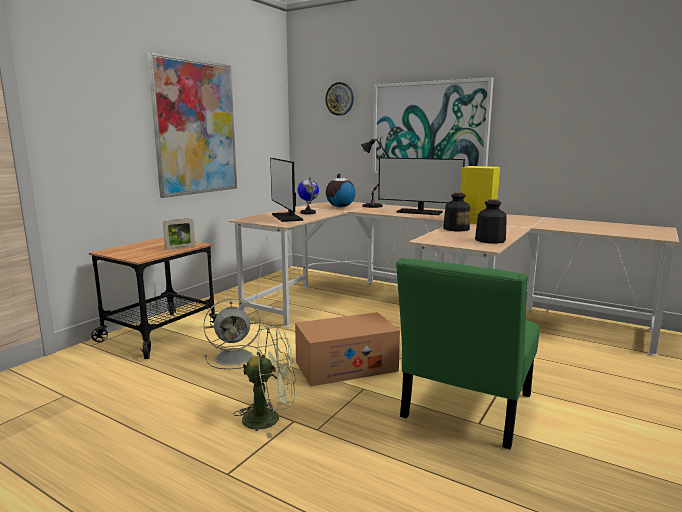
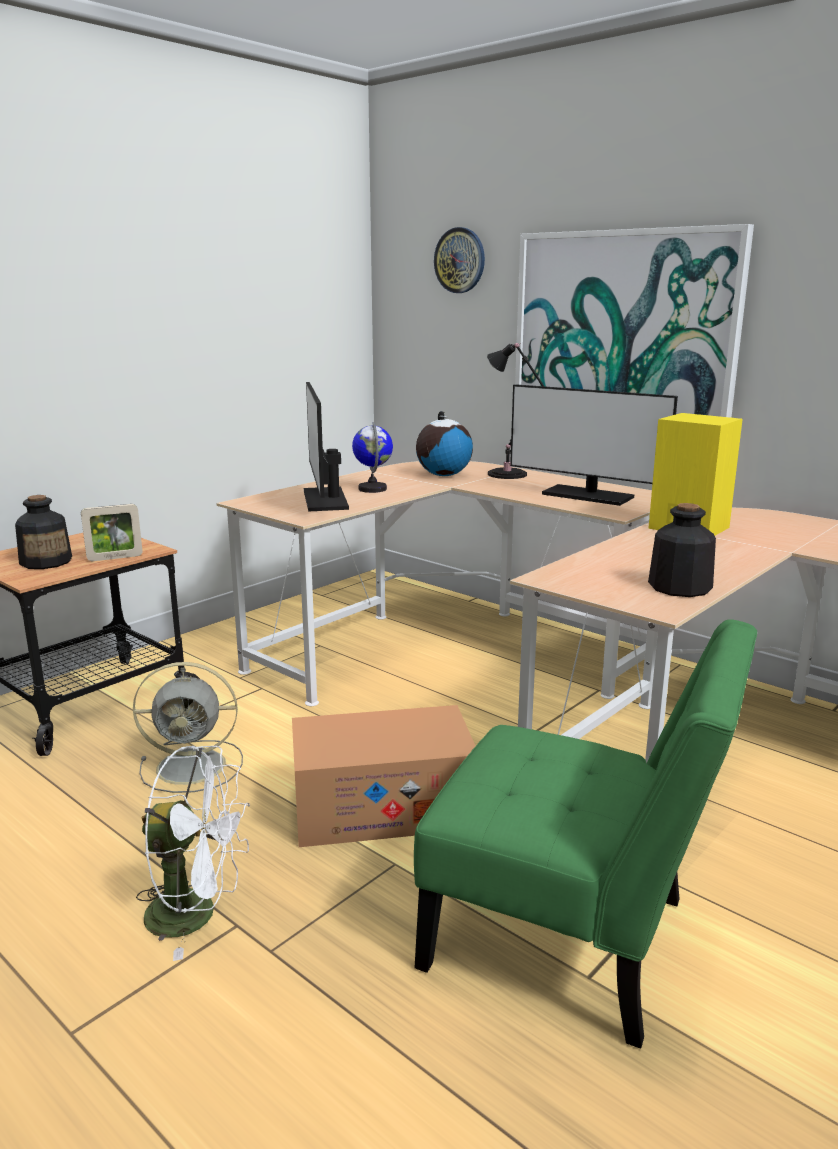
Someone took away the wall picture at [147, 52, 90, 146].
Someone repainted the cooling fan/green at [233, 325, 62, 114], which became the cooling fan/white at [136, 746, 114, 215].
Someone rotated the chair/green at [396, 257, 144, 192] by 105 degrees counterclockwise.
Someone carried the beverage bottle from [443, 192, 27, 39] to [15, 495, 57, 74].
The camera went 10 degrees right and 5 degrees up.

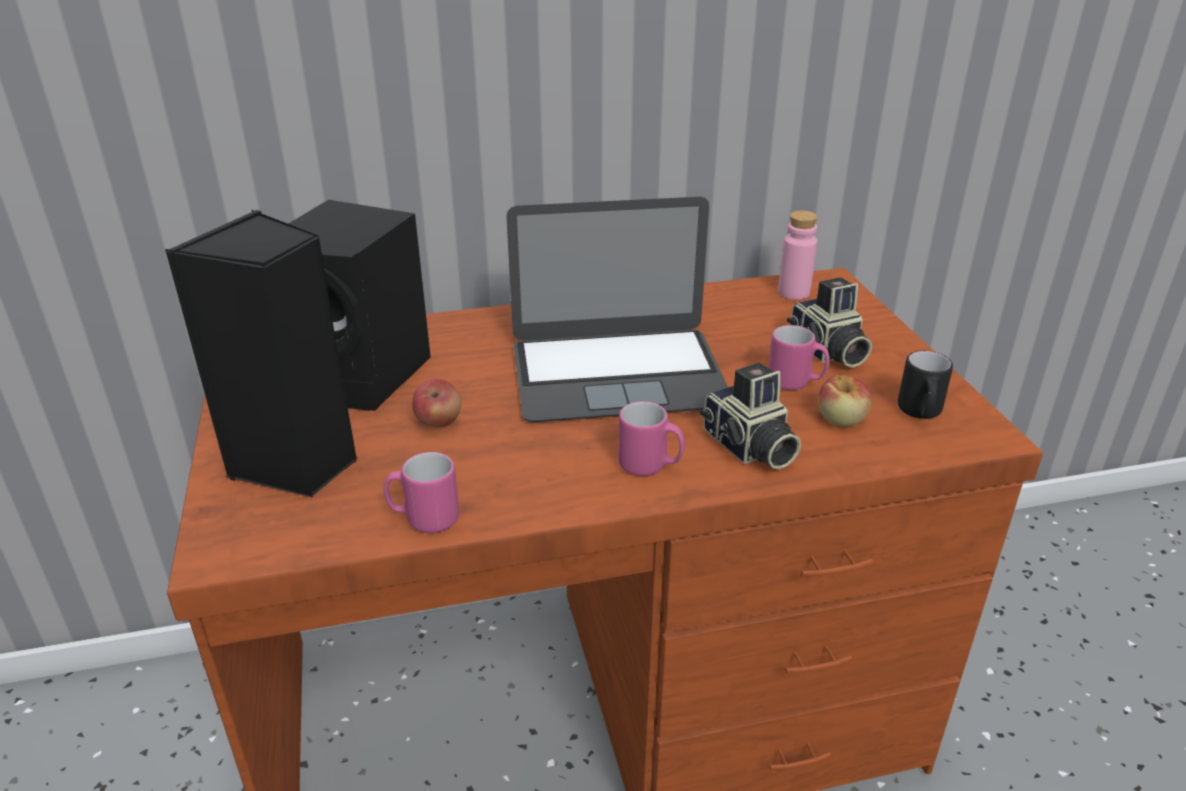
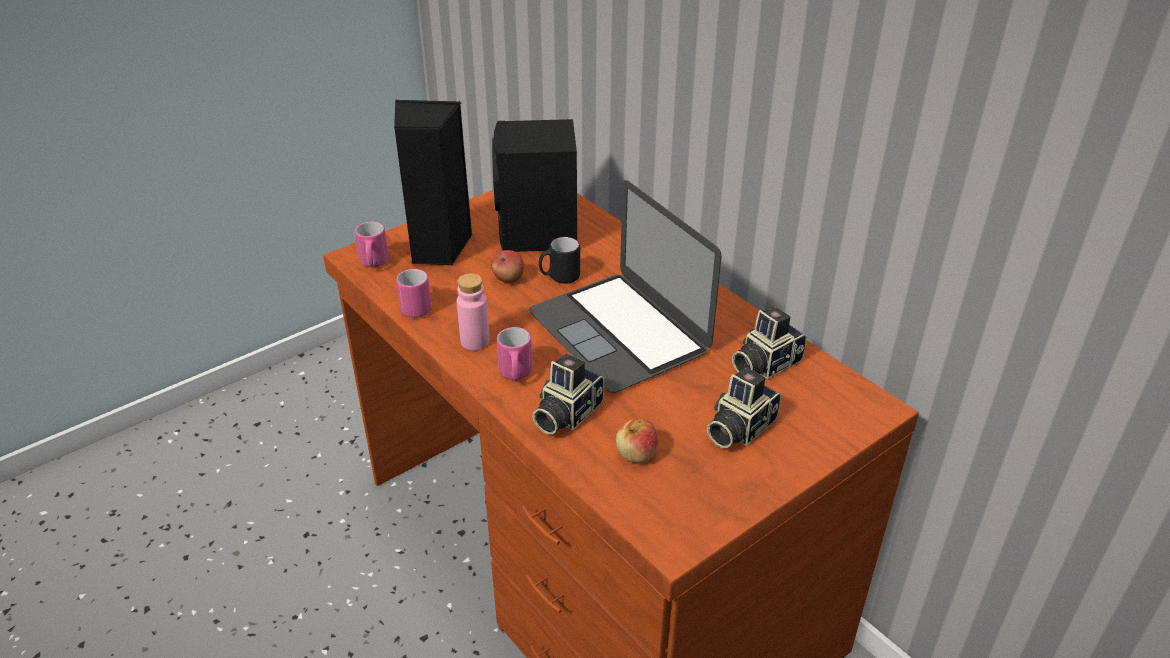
Someone carried the mug/pink-coloured from [768, 325, 62, 65] to [355, 222, 34, 45].
Someone carried the beverage bottle/pink-coloured from [778, 210, 40, 90] to [457, 273, 33, 77].
Someone carried the mug/blackish from [898, 350, 55, 69] to [539, 237, 41, 47].
Someone put down the photo camera at [732, 306, 75, 73].
The camera went 65 degrees right and 5 degrees up.

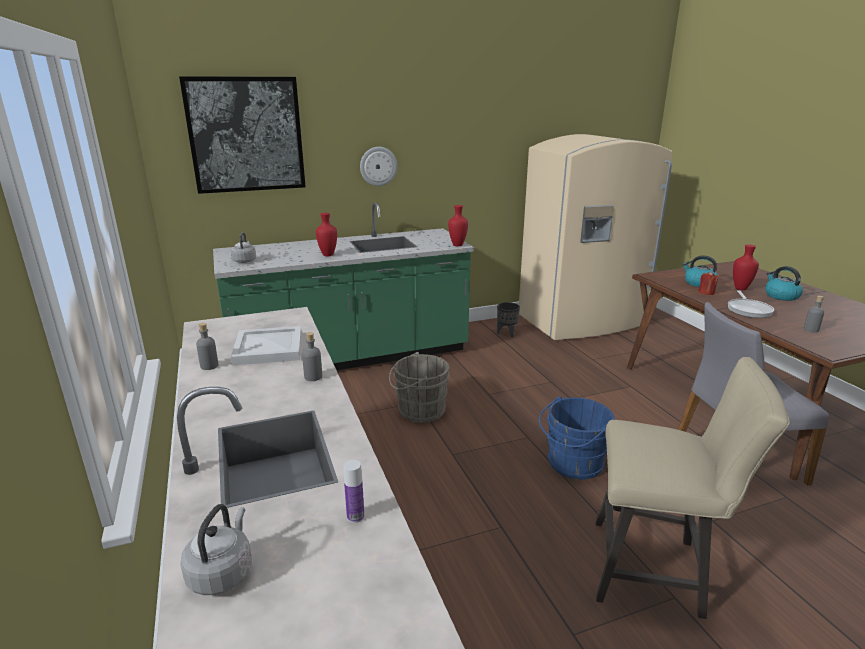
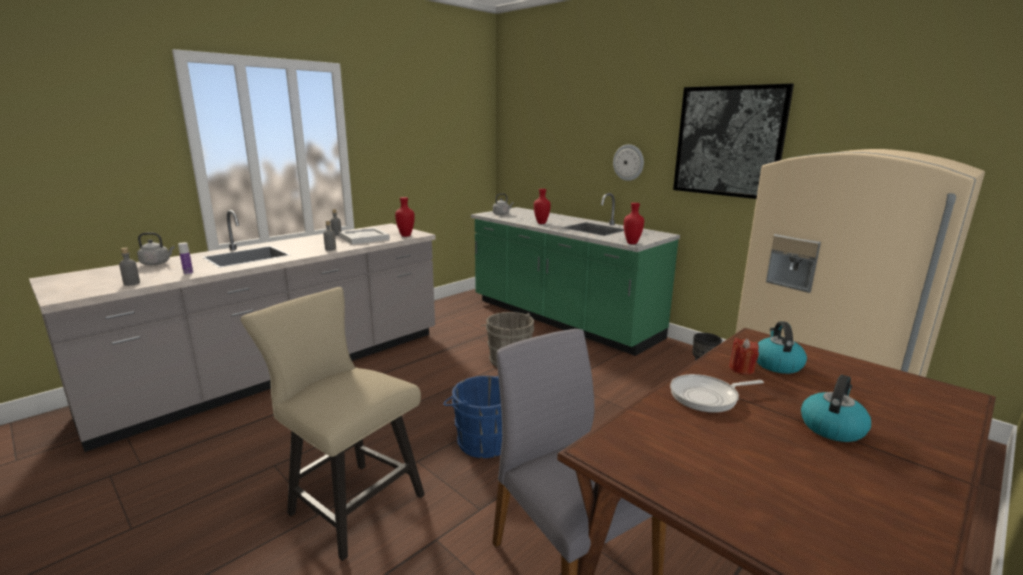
Someone carried the wall picture from [179, 76, 127, 118] to [673, 83, 121, 116].
Someone rotated the chair/sand-coloured at [596, 357, 194, 262] by 135 degrees clockwise.
Someone carried the vase/red from [733, 244, 26, 46] to [395, 197, 20, 40].
Someone carried the beverage bottle/greyish from [804, 296, 20, 37] to [119, 248, 21, 38].
The camera went 65 degrees right and 5 degrees down.

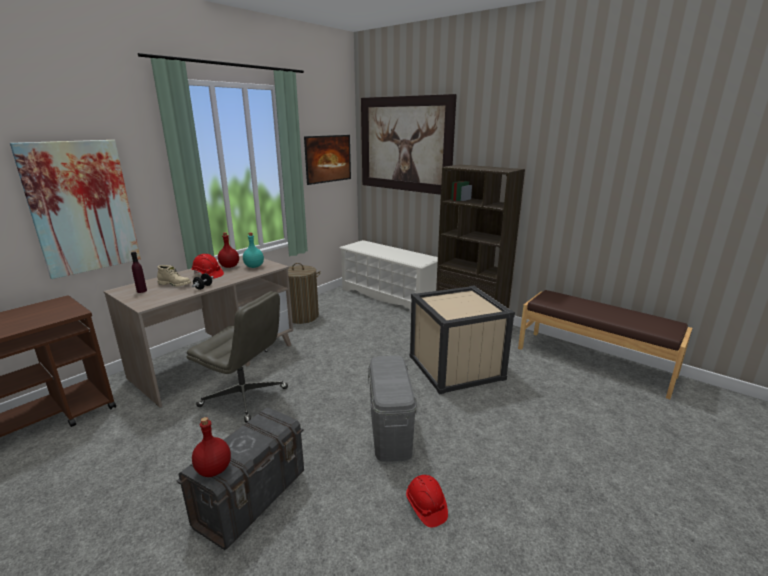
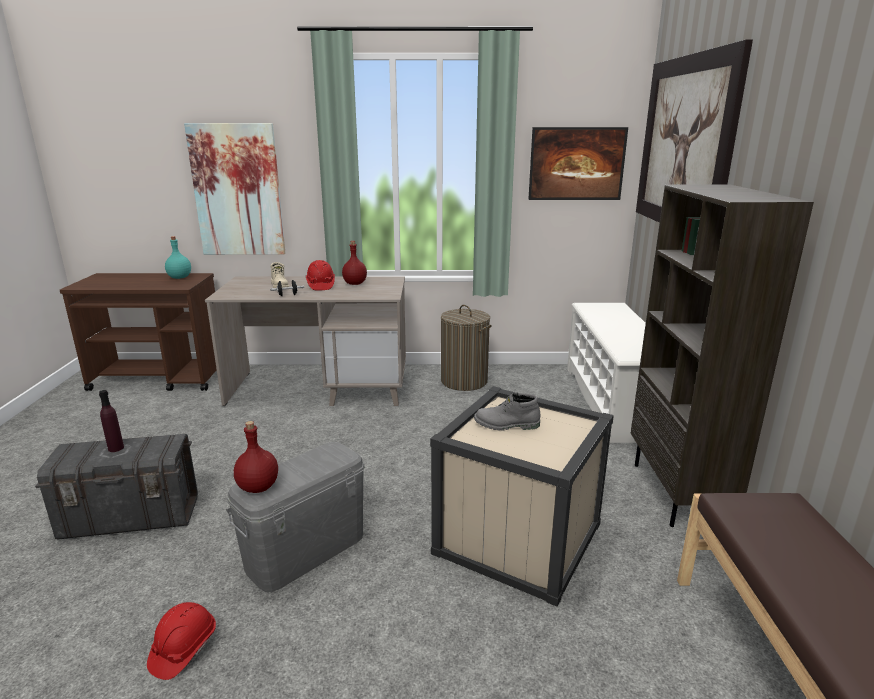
Someone carried the beverage bottle/purple-coloured from [131, 252, 16, 41] to [99, 390, 25, 62].
Someone took away the desk chair/greyish at [186, 291, 102, 131].
Someone carried the beverage bottle/red from [192, 417, 39, 60] to [234, 421, 44, 72].
Someone carried the beverage bottle/turquoise-coloured from [243, 233, 21, 35] to [165, 236, 26, 43].
Someone put down the boot/greyish at [474, 392, 66, 39].
The camera went 50 degrees right and 0 degrees up.

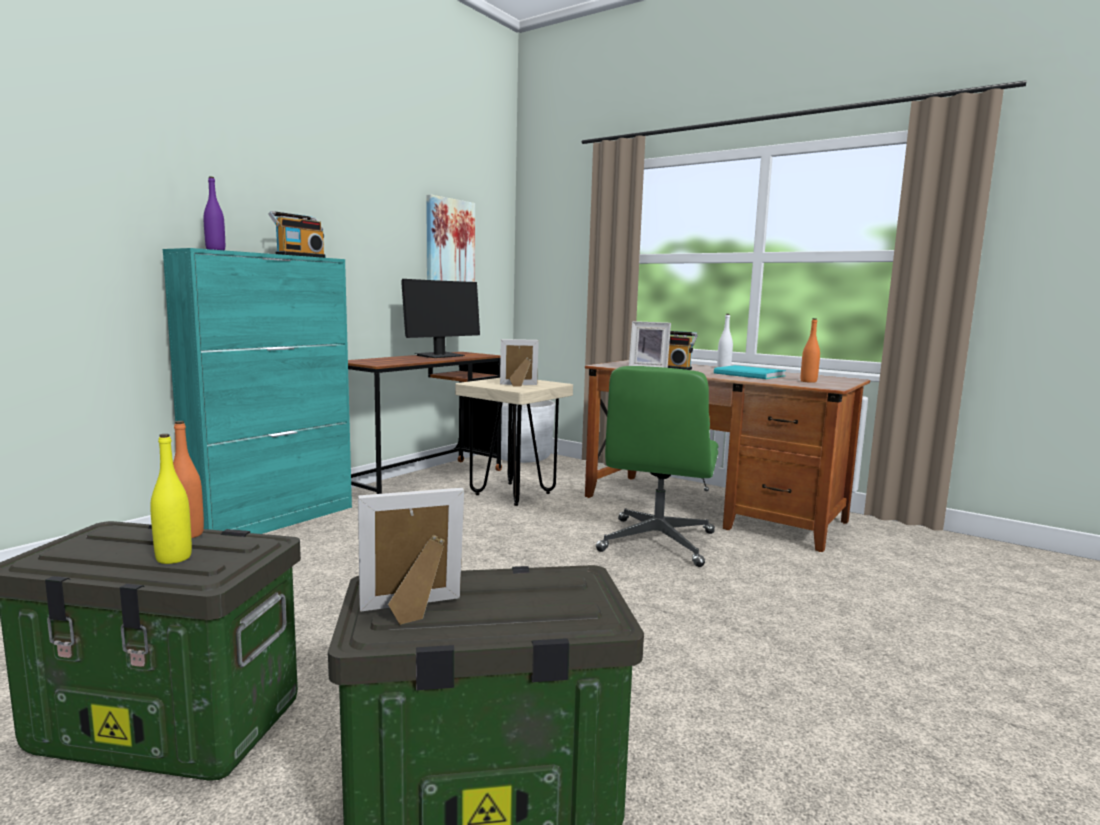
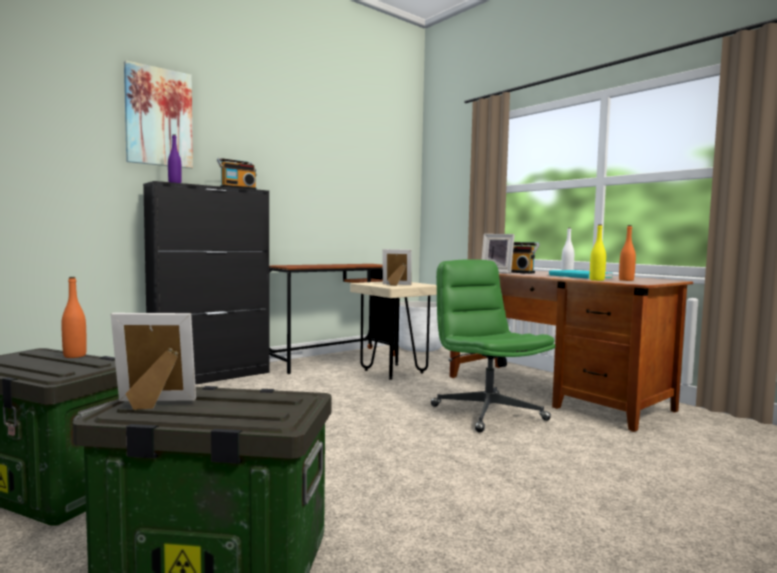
Someone carried the beverage bottle/yellow-coloured from [150, 434, 42, 130] to [590, 225, 16, 56].
Someone repainted the storage cabinet/turquoise-coloured at [163, 248, 189, 286], which became the storage cabinet/blackish at [143, 181, 127, 204].
Someone took away the computer display at [401, 279, 79, 79].
Someone carried the wall picture from [426, 194, 49, 88] to [124, 60, 69, 109].
Someone rotated the desk chair/green at [596, 366, 122, 201] by 120 degrees clockwise.
The camera went 15 degrees right and 5 degrees down.

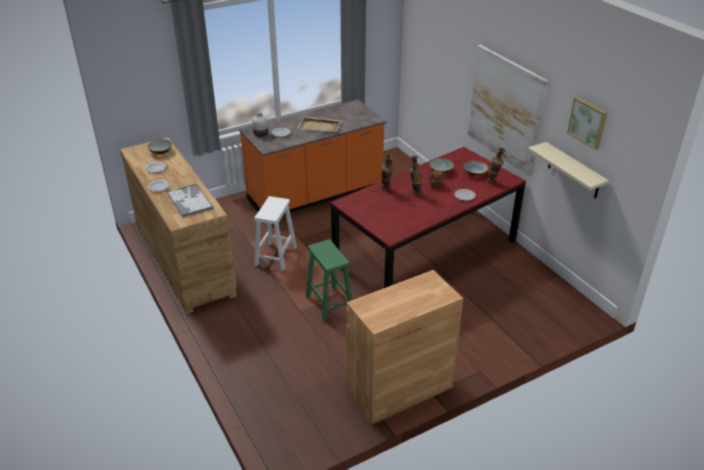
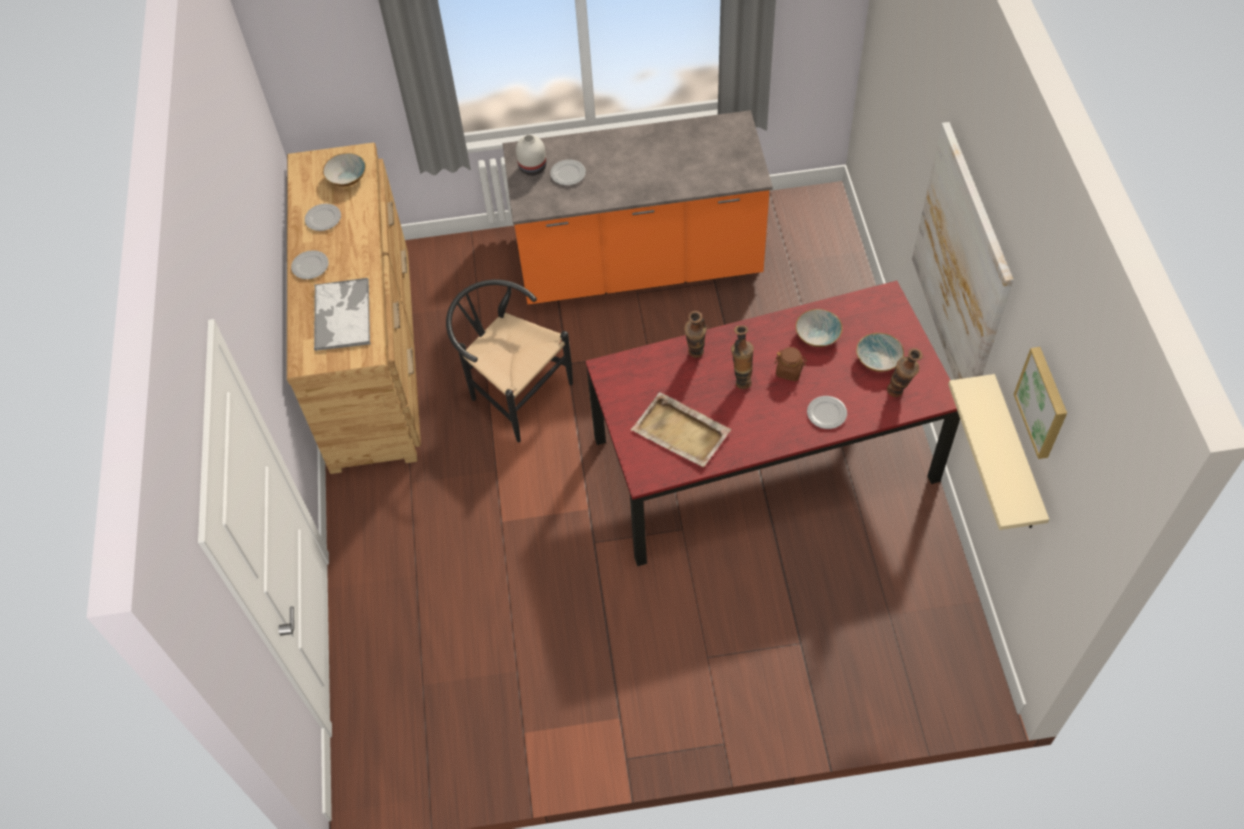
Someone swapped the stool seat/white at [254, 196, 43, 75] for the chair/blackish at [446, 279, 127, 163].
Someone carried the tray/sand-coloured from [297, 116, 45, 16] to [631, 392, 100, 75].
Someone took away the stool seat/green at [306, 239, 47, 83].
Someone took away the storage cabinet/brown at [346, 270, 117, 155].
The camera went 25 degrees right and 20 degrees up.

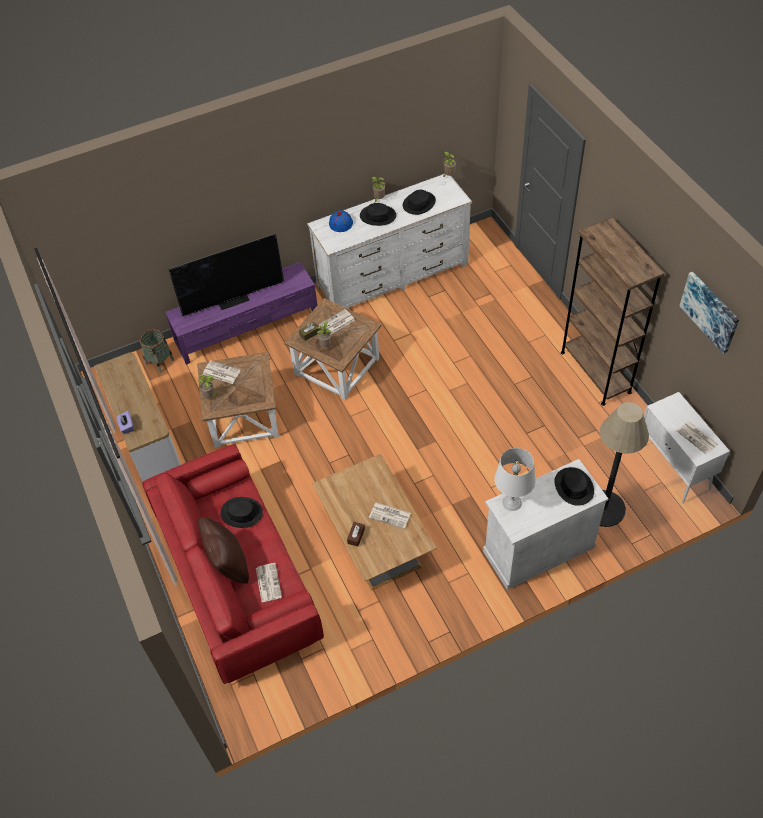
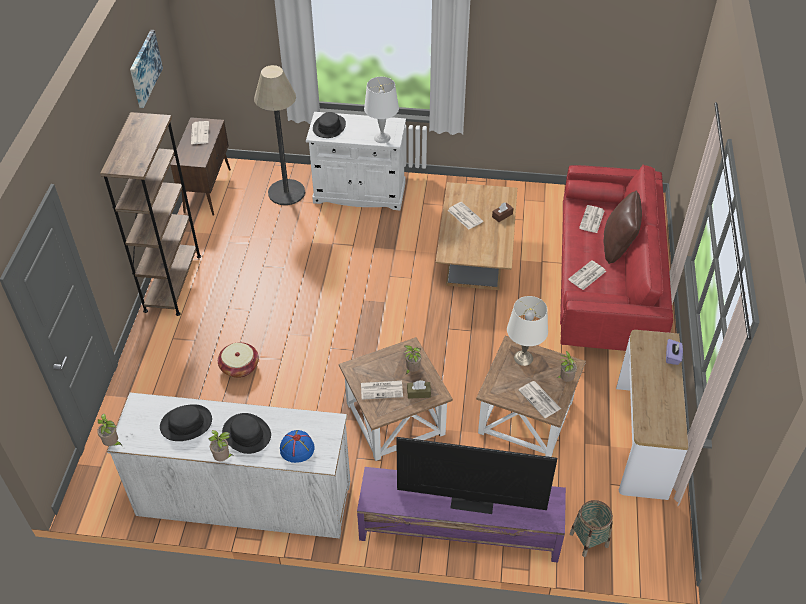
Someone swapped the clothing hat/blackish at [220, 497, 43, 31] for the printed paper at [568, 260, 38, 30].
Someone repainted the storage cabinet/white at [644, 392, 86, 111], which became the storage cabinet/brown at [170, 117, 61, 99].
Someone put down the storage basket at [218, 342, 41, 36].
Someone put down the tabletop lamp/white at [507, 296, 41, 70].
The camera went 150 degrees left and 5 degrees down.

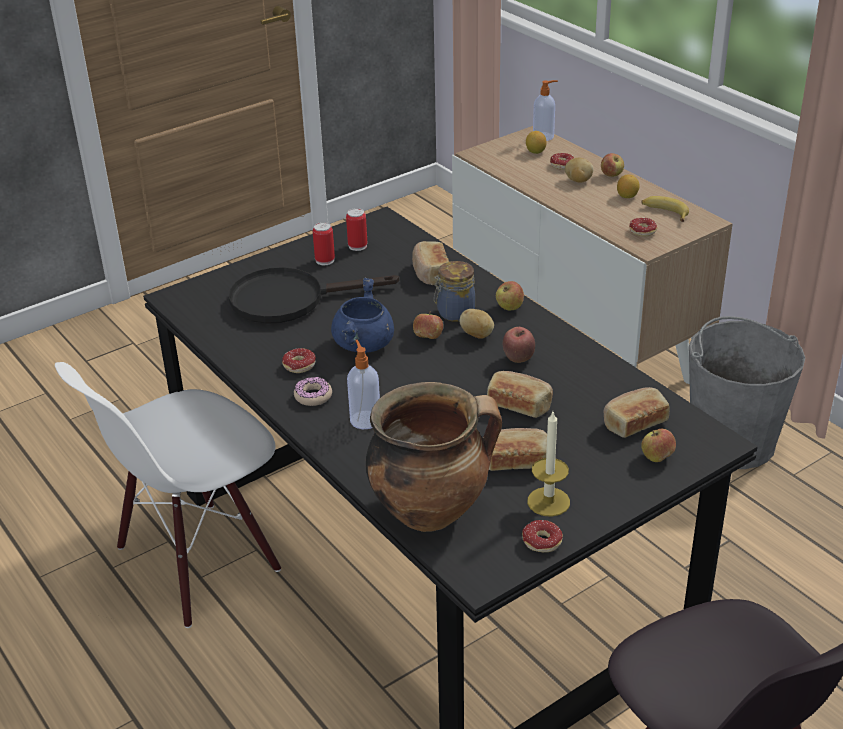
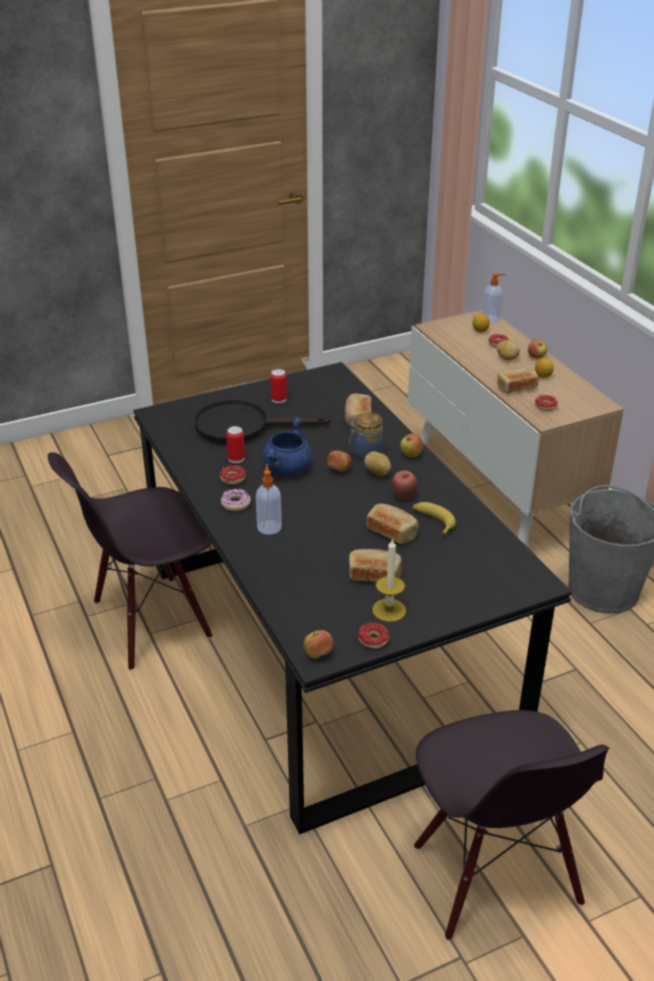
Someone repainted the chair/white at [55, 362, 226, 266], which became the chair/blackish at [48, 452, 164, 219].
Someone carried the can from [346, 208, 21, 43] to [226, 426, 19, 37].
Someone took away the saucepot at [366, 382, 136, 150].
Someone carried the bakery bread from [604, 387, 66, 51] to [497, 367, 42, 26].
Someone carried the whole banana from [641, 196, 48, 26] to [413, 502, 43, 34].
Someone carried the whole apple from [641, 429, 35, 33] to [304, 630, 29, 29].
The camera went 10 degrees right and 0 degrees up.

